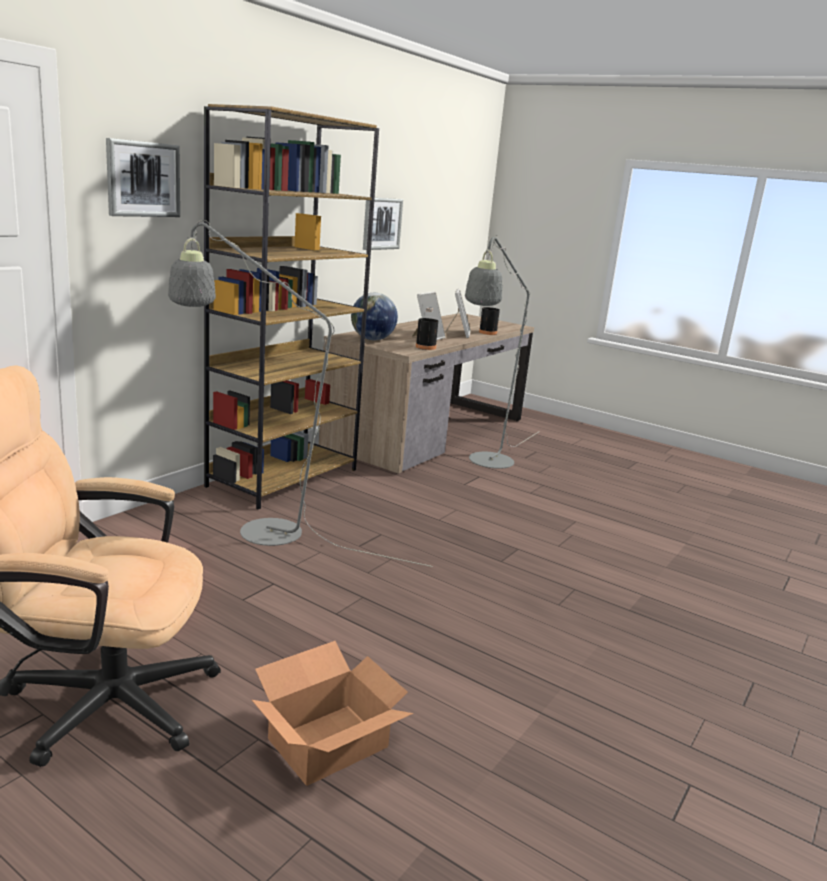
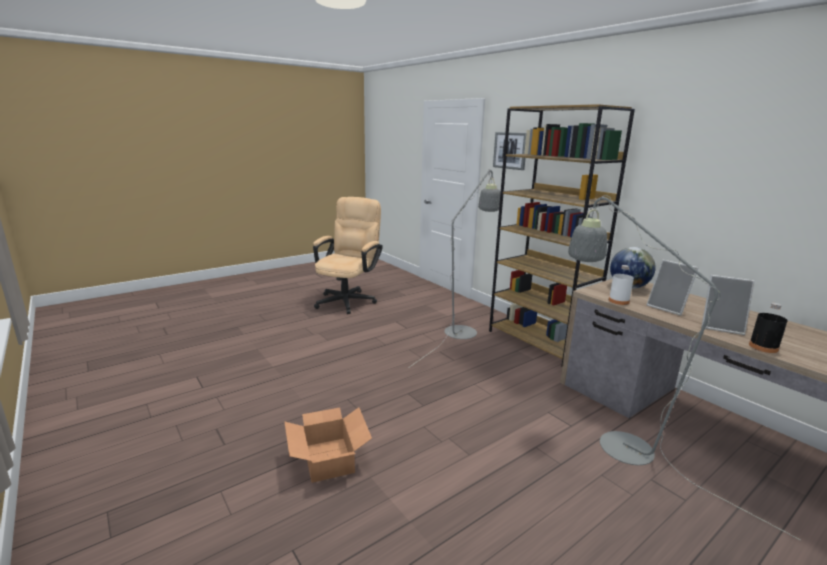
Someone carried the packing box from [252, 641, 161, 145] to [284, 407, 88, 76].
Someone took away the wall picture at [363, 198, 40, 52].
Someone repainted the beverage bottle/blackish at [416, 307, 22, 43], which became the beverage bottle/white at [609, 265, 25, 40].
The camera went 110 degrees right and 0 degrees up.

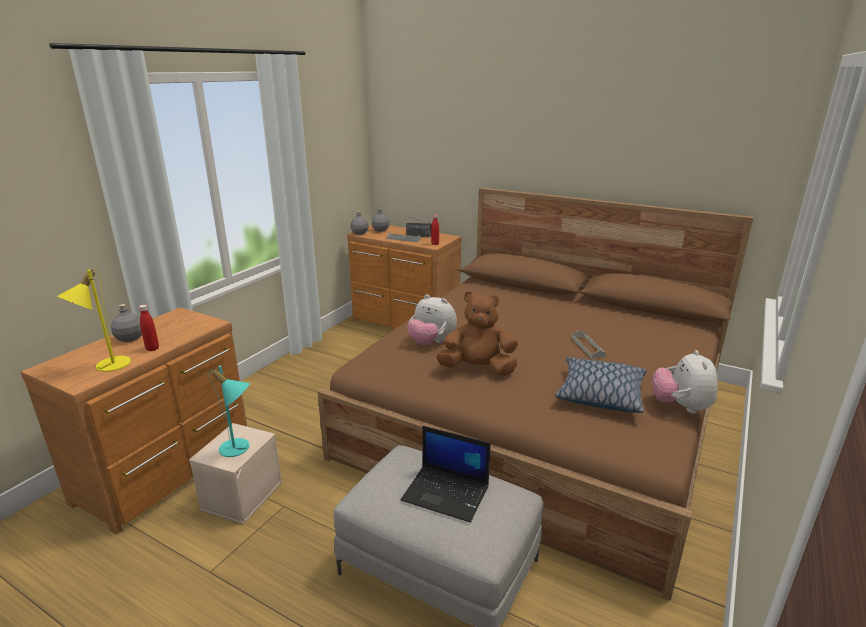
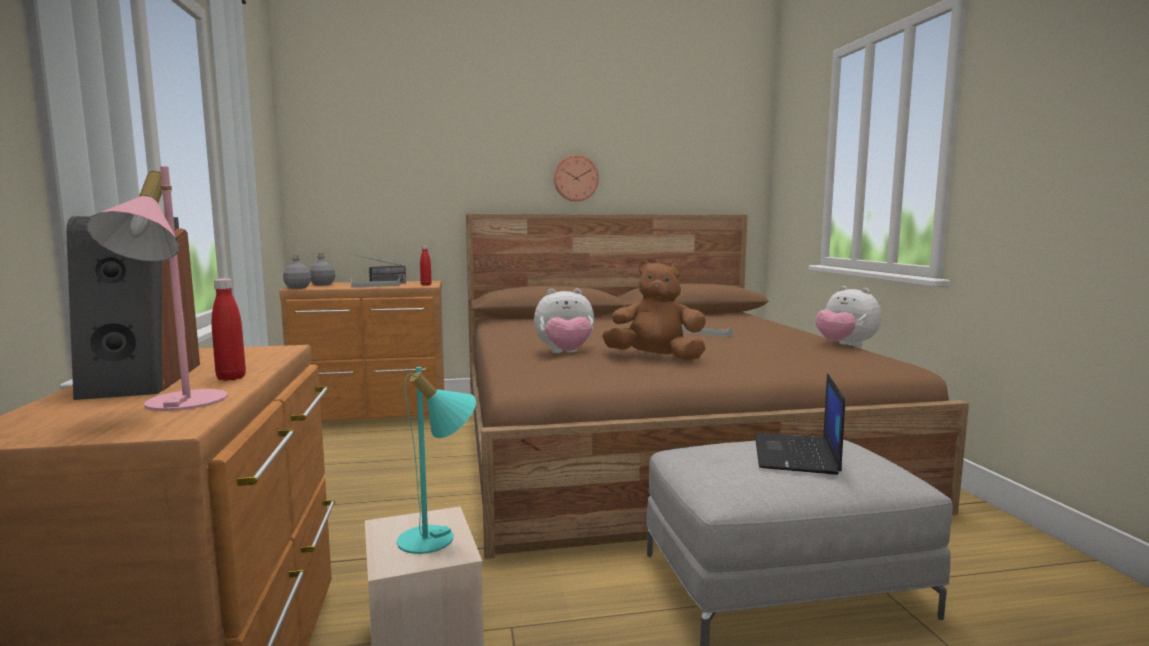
Someone repainted the tabletop lamp/yellow-coloured at [57, 268, 74, 104], which became the tabletop lamp/pink-coloured at [86, 166, 142, 245].
Someone swapped the beverage bottle/greyish at [111, 304, 31, 38] for the loudspeaker at [66, 216, 134, 184].
Someone rotated the notebook computer at [401, 426, 90, 97] by 120 degrees clockwise.
Someone rotated the soft toy/brown at [436, 291, 82, 85] by 45 degrees clockwise.
Someone took away the throw pillow at [555, 357, 91, 56].
Someone put up the clock on the wall at [554, 155, 45, 46].
The camera went 40 degrees left and 15 degrees down.

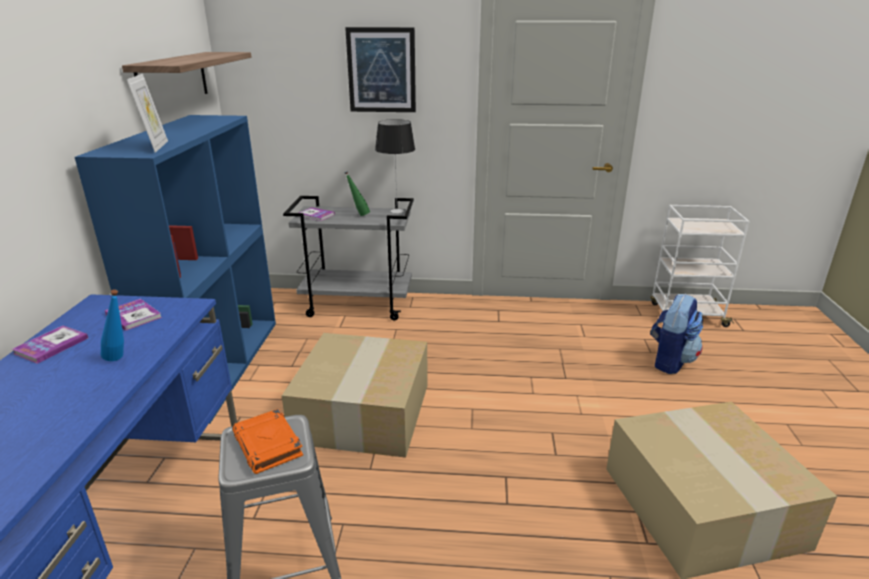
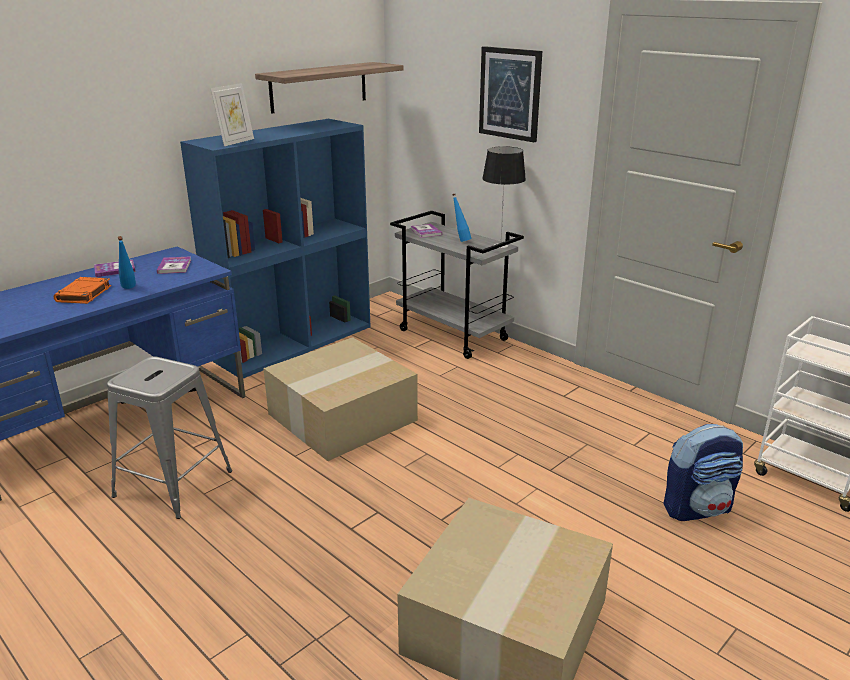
Someone carried the book/orange from [232, 409, 71, 65] to [54, 277, 57, 27].
Someone repainted the beverage bottle/green at [345, 171, 25, 45], which became the beverage bottle/bluish at [452, 194, 20, 48].
The camera went 40 degrees right and 0 degrees up.

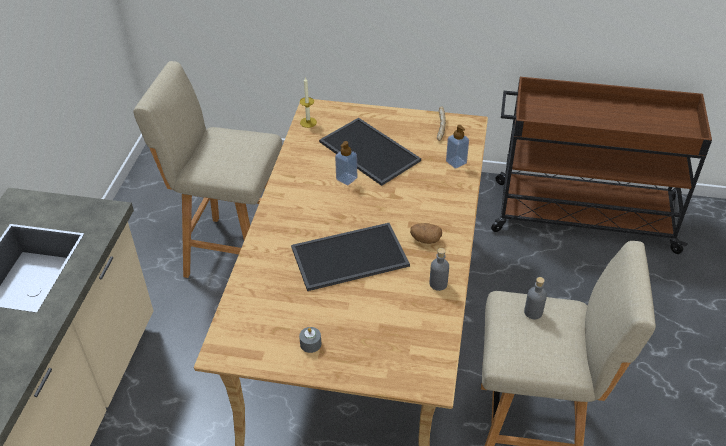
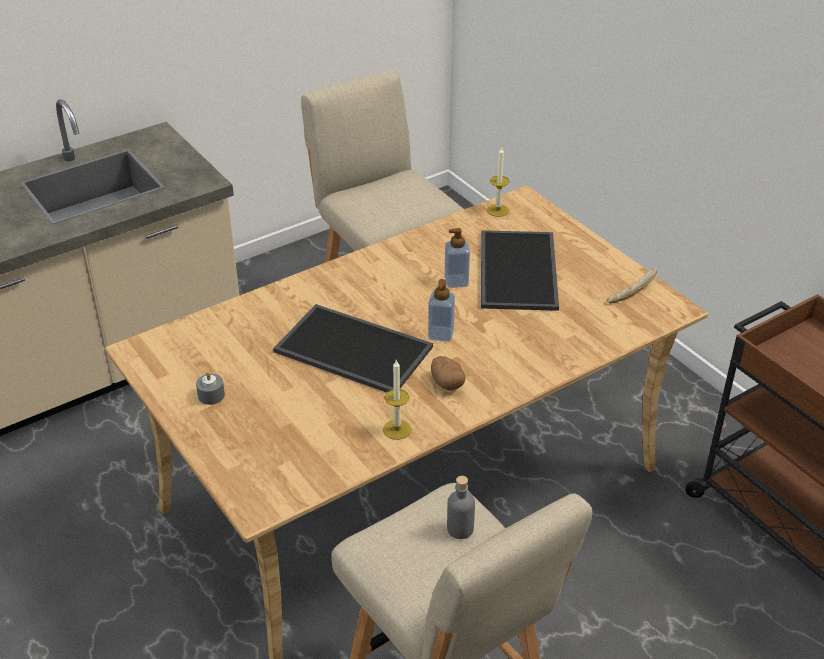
Someone swapped the beverage bottle/greyish at [430, 248, 19, 43] for the wax candle at [383, 359, 28, 81].
Someone carried the liquid soap bottle from [446, 125, 23, 44] to [428, 279, 27, 63].
The camera went 45 degrees right and 5 degrees down.

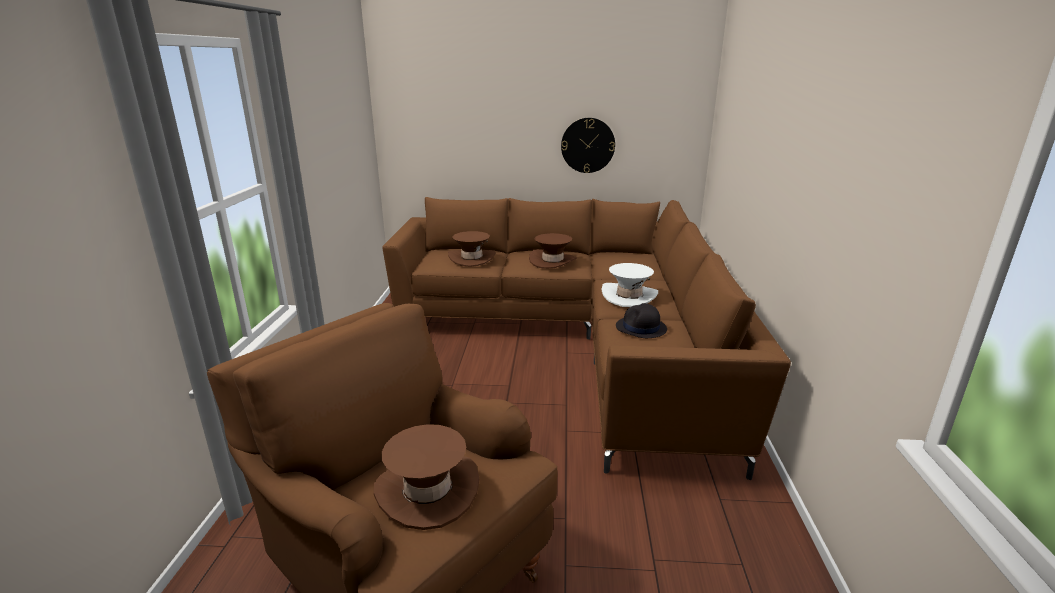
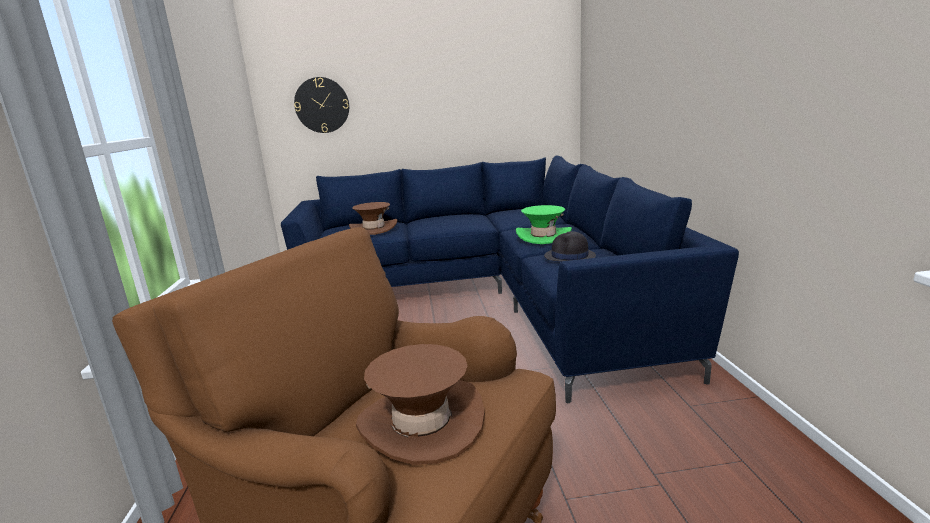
Someone repainted the sofa/brown at [382, 197, 409, 283], which became the sofa/bluish at [281, 155, 458, 248].
Someone took away the clothing hat/brown at [529, 233, 48, 36].
Someone carried the clock on the wall from [561, 118, 54, 55] to [294, 77, 55, 56].
Someone repainted the clothing hat/white at [601, 263, 57, 44], which became the clothing hat/green at [516, 205, 56, 39].
The camera went 10 degrees left and 5 degrees down.

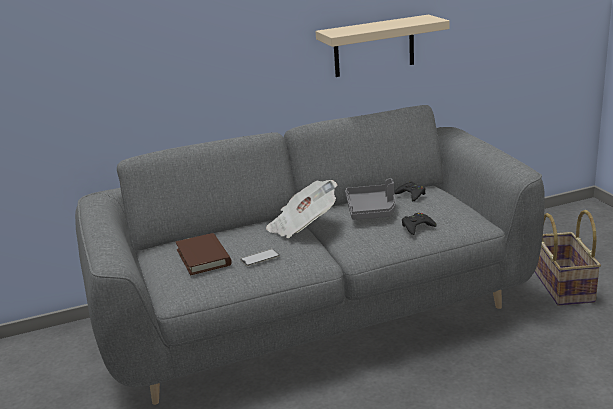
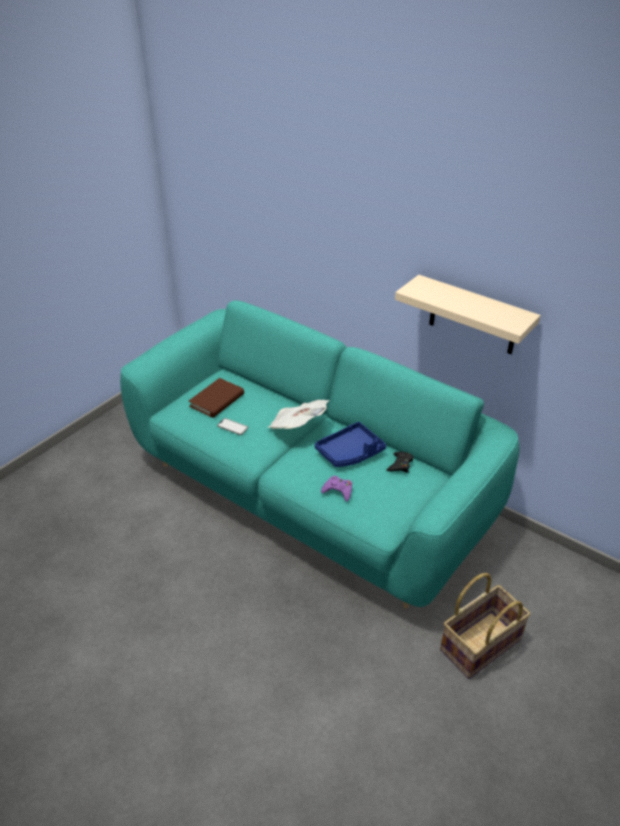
Someone repainted the sofa/greyish at [75, 105, 470, 300], which became the sofa/turquoise-coloured at [120, 301, 400, 307].
Someone repainted the tray/greyish at [345, 178, 51, 42], which became the tray/bluish at [315, 422, 71, 45].
Someone repainted the game controller/blackish at [402, 213, 35, 22], which became the game controller/purple-coloured at [321, 476, 31, 26].
The camera went 55 degrees right and 15 degrees up.

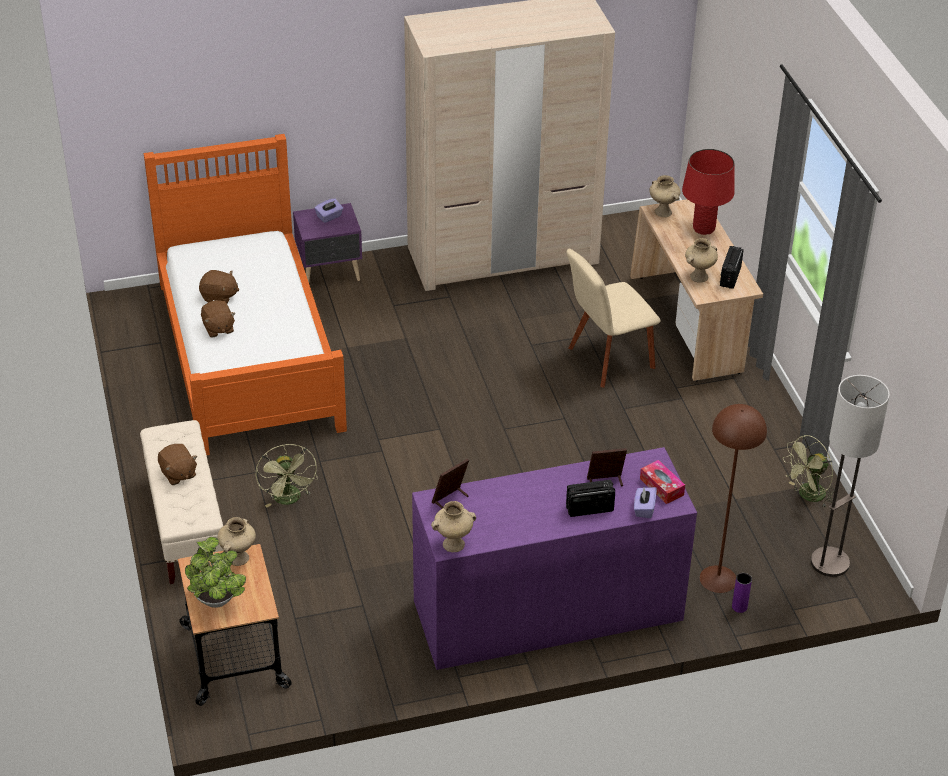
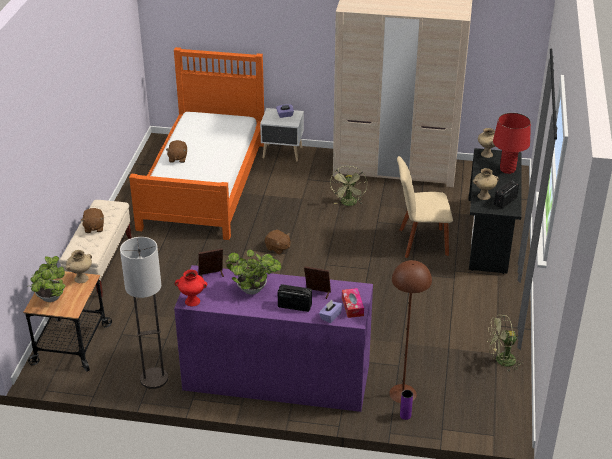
Someone carried the soft toy/brown from [199, 270, 40, 33] to [265, 230, 25, 25].
Someone carried the cooling fan/green from [256, 444, 61, 64] to [330, 166, 37, 40].
Someone repainted the bedside table/purple-coloured at [293, 203, 69, 79], which became the bedside table/white at [260, 108, 44, 53].
Someone repainted the vase/sand-coloured at [431, 501, 45, 51], which became the vase/red at [175, 270, 32, 36].
Someone repainted the desk/sand-coloured at [630, 199, 133, 182], which became the desk/blackish at [468, 148, 54, 126].
Someone carried the floor lamp from [811, 375, 79, 202] to [120, 237, 48, 152].
Someone put down the houseplant at [226, 249, 56, 45].
The camera went 25 degrees right and 5 degrees down.

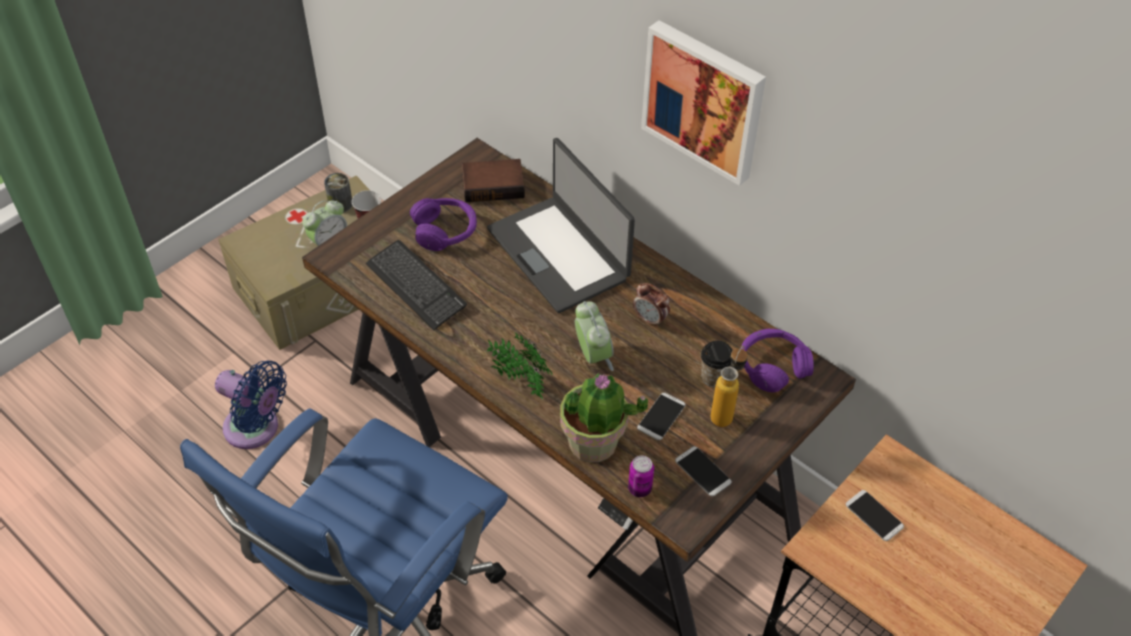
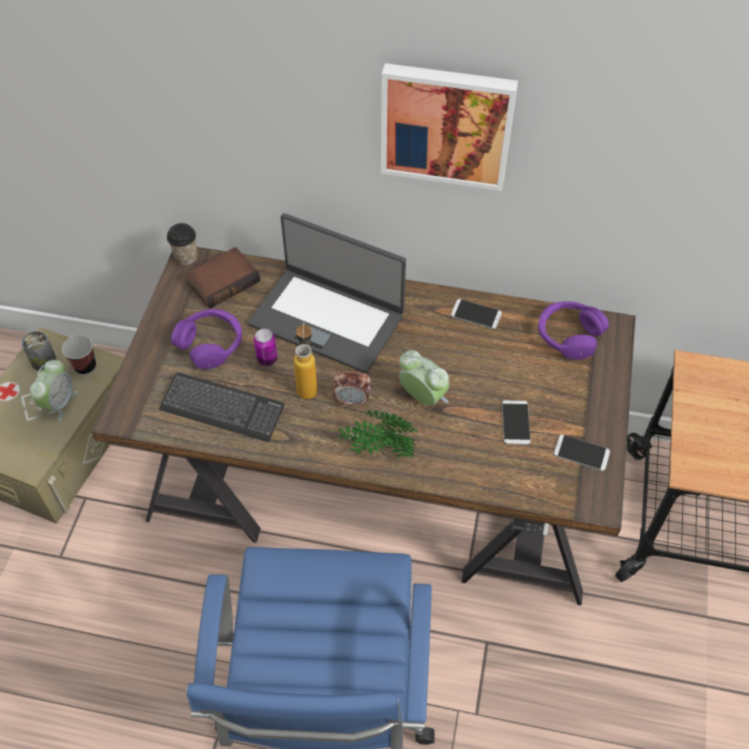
Someone took away the cooling fan/bluish at [215, 361, 72, 88].
Someone took away the houseplant at [560, 372, 88, 90].
Someone carried the can from [628, 455, 26, 42] to [254, 329, 23, 37].
Someone carried the bedside clock from [633, 283, 37, 45] to [333, 371, 38, 35].
Someone carried the drinking cup from [701, 341, 32, 46] to [167, 223, 30, 42].
Someone carried the beverage bottle from [711, 345, 37, 82] to [294, 321, 23, 78].
Someone carried the phone from [846, 490, 58, 51] to [451, 299, 51, 30].
The camera went 30 degrees left and 5 degrees up.

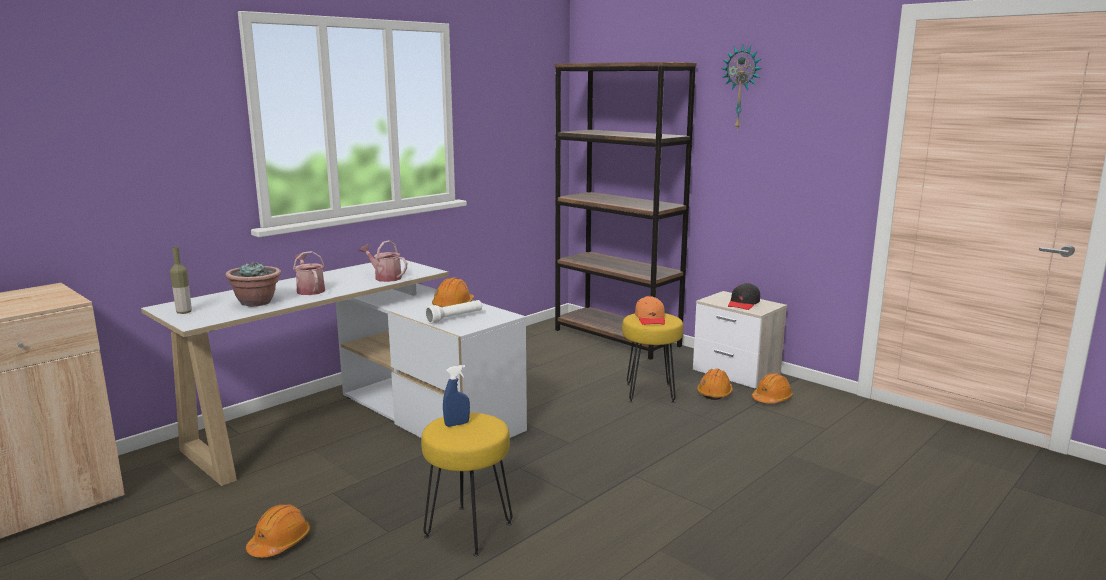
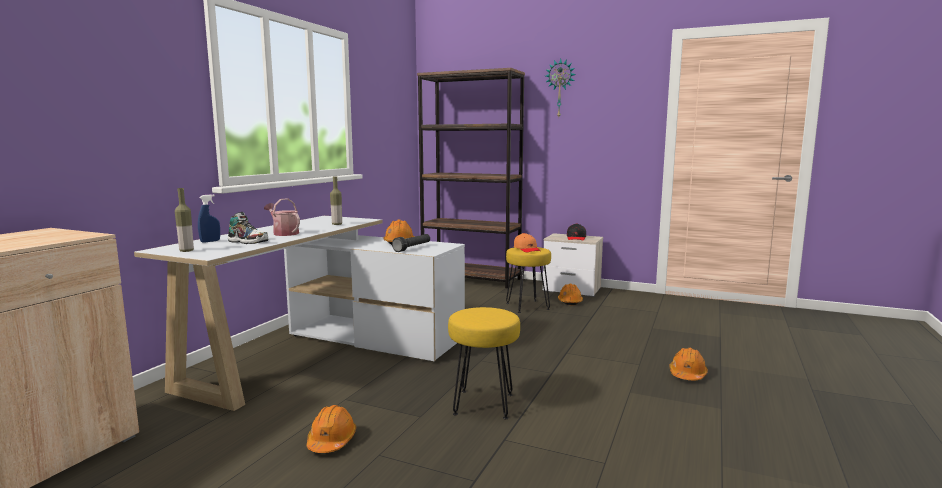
Someone swapped the houseplant at [225, 261, 56, 46] for the item of footwear at [228, 212, 40, 32].
Someone swapped the watering pot at [360, 240, 47, 42] for the beverage bottle at [330, 177, 12, 48].
Someone repainted the torch/white at [425, 300, 57, 24], which became the torch/blackish at [392, 234, 38, 18].
Someone carried the sprayer/bluish from [443, 365, 27, 62] to [198, 194, 22, 49].
Someone carried the safety helmet/orange from [752, 373, 41, 30] to [669, 348, 39, 32].
The camera went 20 degrees left and 5 degrees down.

